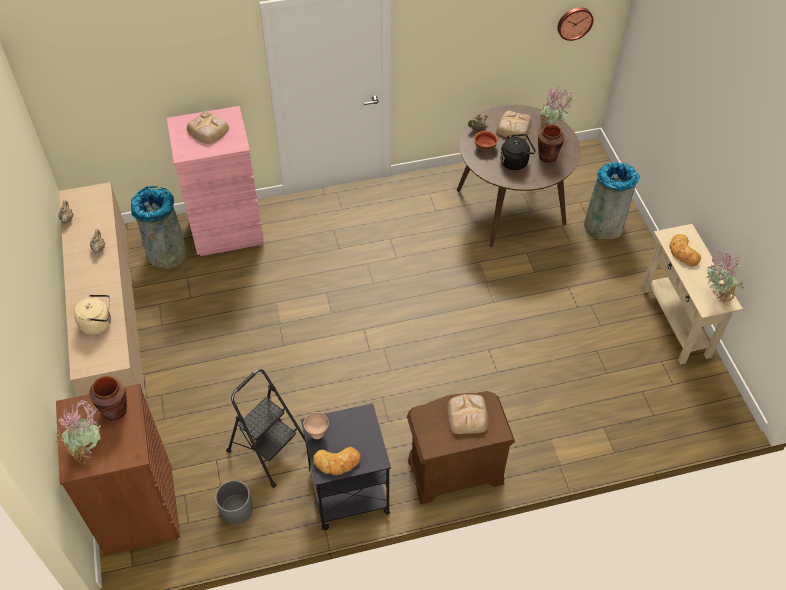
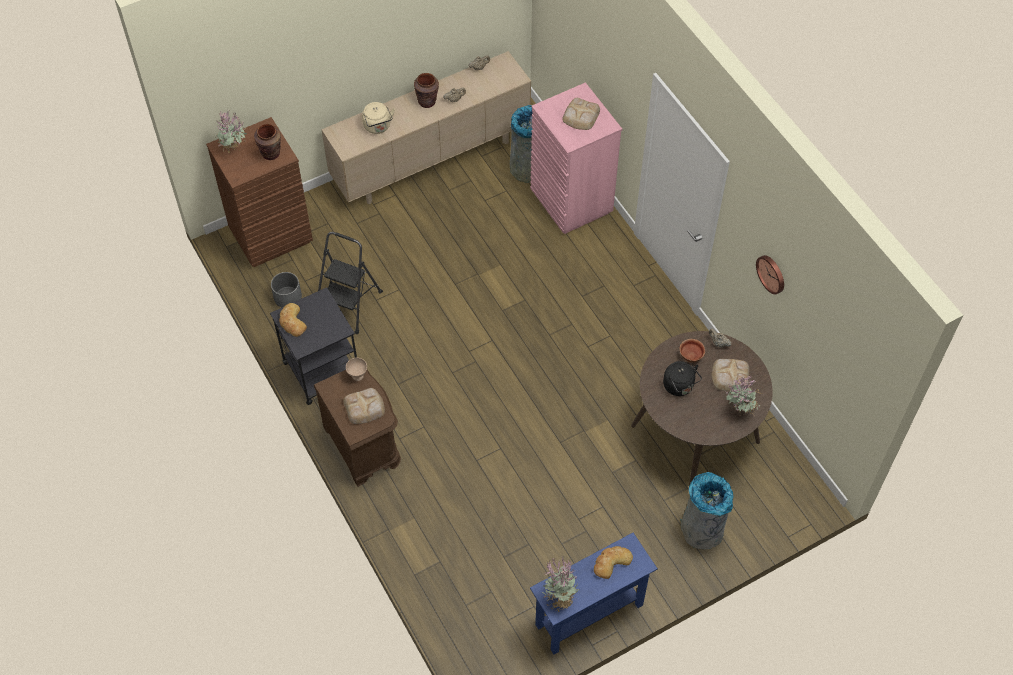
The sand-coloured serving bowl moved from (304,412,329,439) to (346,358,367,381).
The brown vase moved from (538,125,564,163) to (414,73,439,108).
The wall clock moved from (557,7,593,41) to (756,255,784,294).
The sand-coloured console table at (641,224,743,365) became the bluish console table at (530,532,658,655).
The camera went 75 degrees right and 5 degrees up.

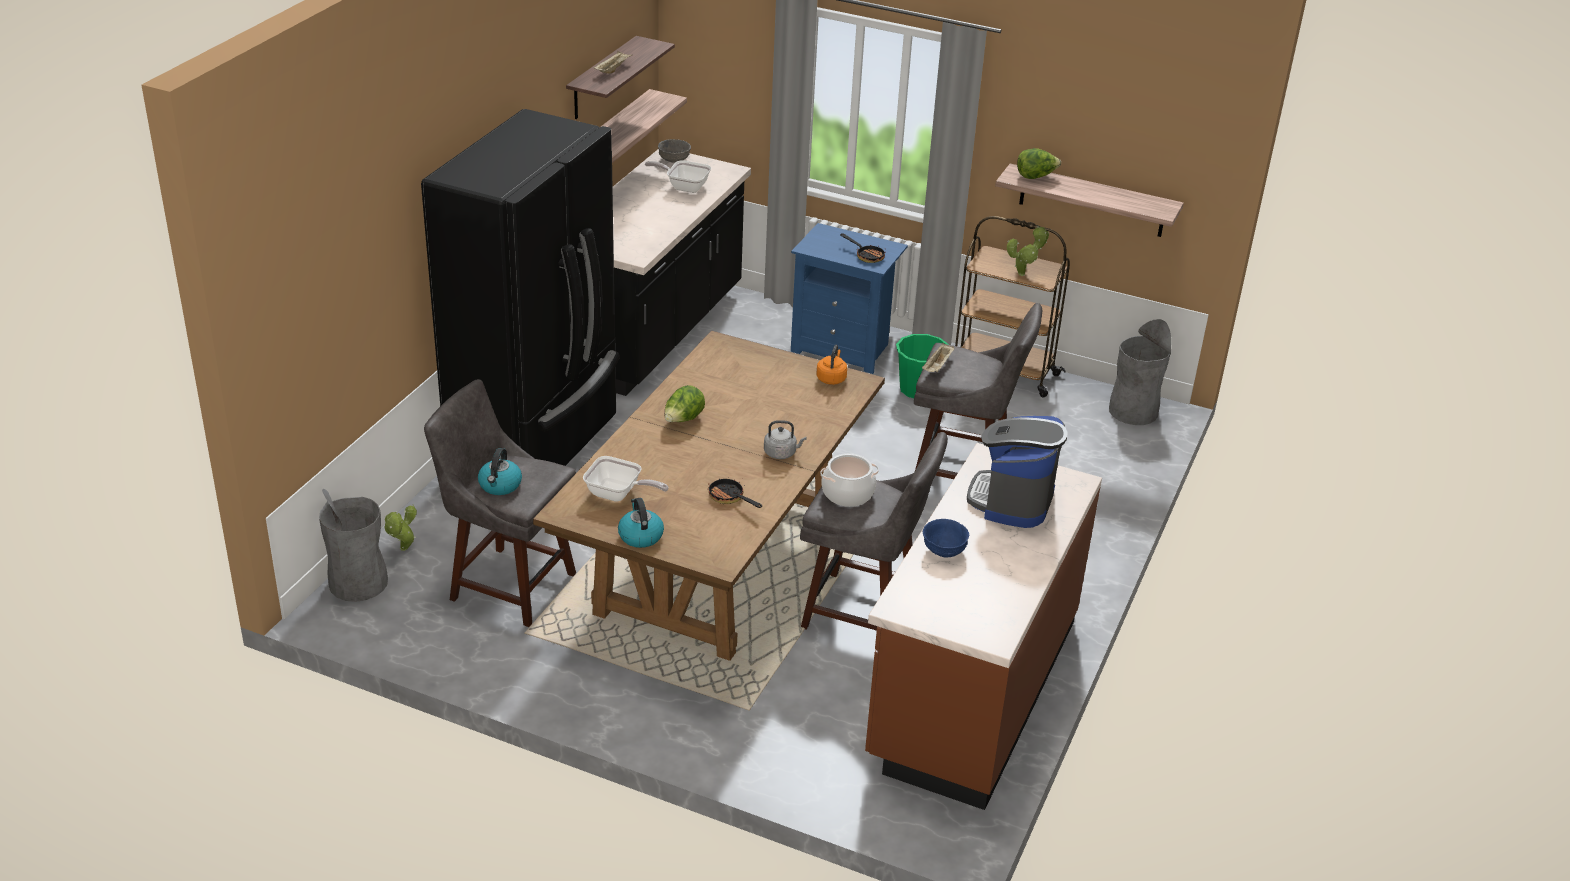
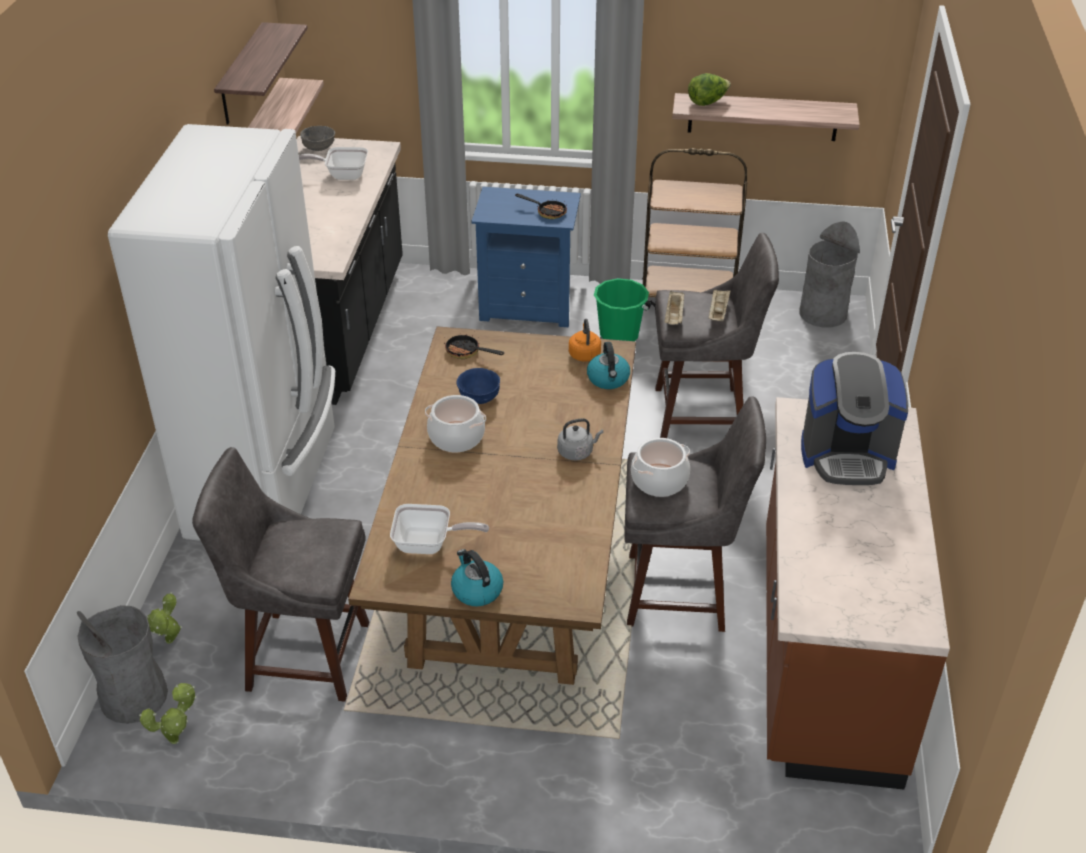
The kettle moved from (478,448,522,495) to (587,342,630,389).
The sand-coloured serving tray moved from (594,51,632,74) to (708,289,731,321).
The frying pan moved from (708,478,762,508) to (444,333,504,359).
The bluish serving bowl moved from (923,519,970,558) to (456,368,500,404).
The houseplant moved from (1007,226,1049,276) to (139,683,196,744).
The lettuce head at (665,385,705,422) was replaced by the stockpot at (425,395,486,452).
The blackish refrigerator at (421,109,620,466) became the white refrigerator at (108,124,335,541).
The coffee brewer at (967,416,1068,528) turned 90 degrees counterclockwise.
The camera went 15 degrees left and 5 degrees up.

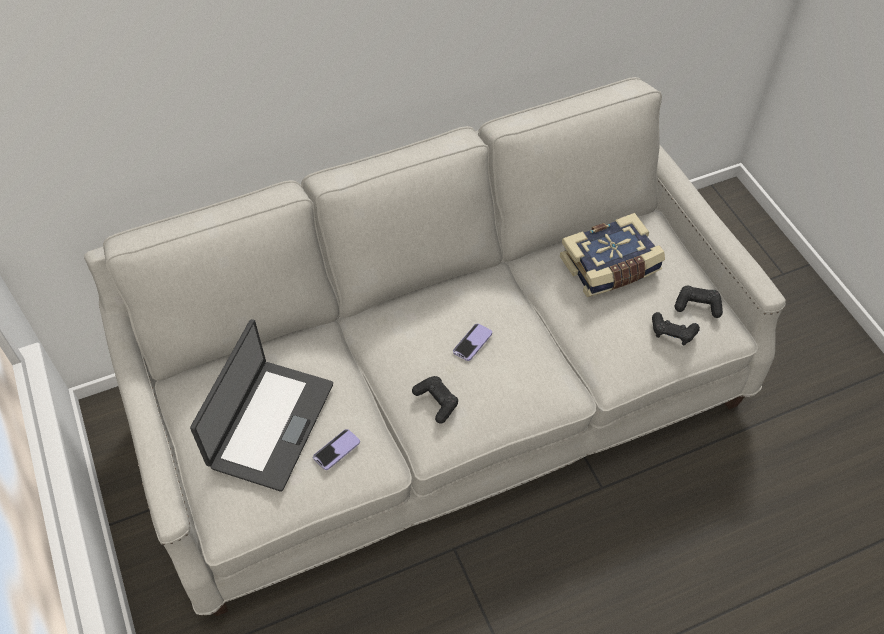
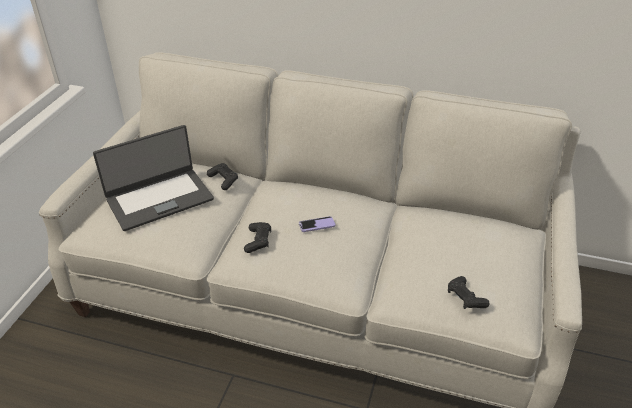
The handset at (313,429,360,470) disappeared.
The book at (560,213,665,297) disappeared.
The blackish gamepad moved from (675,286,723,318) to (207,163,238,190).
The camera went 40 degrees right and 15 degrees down.

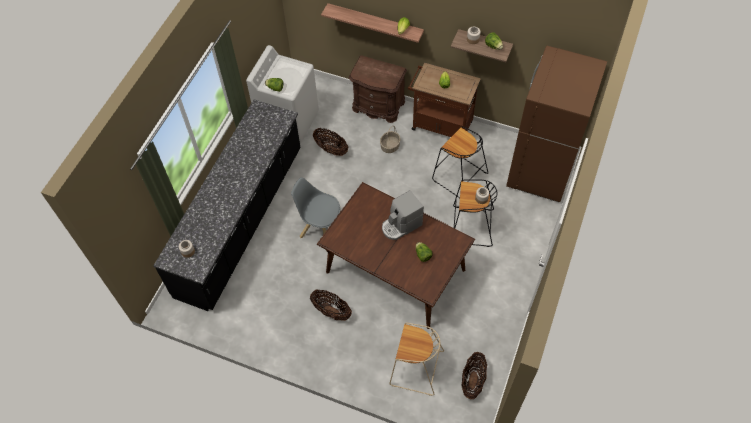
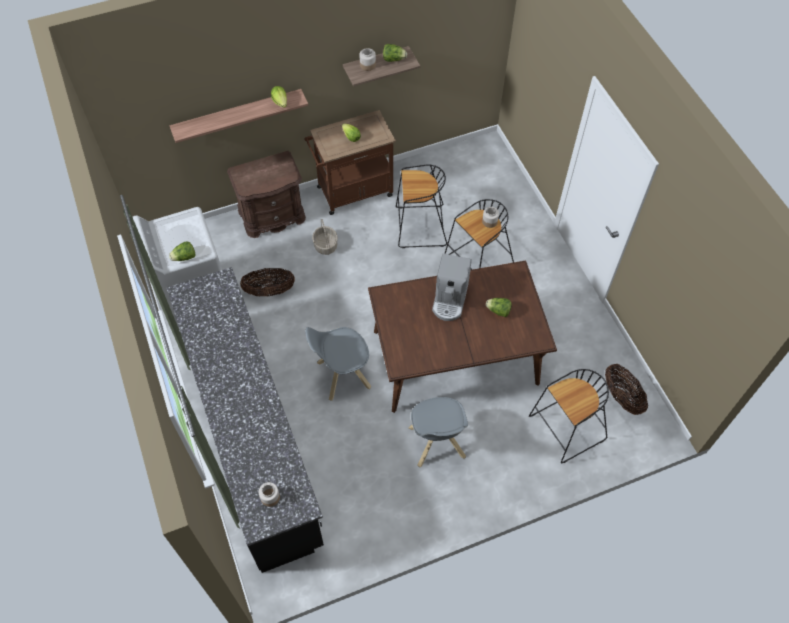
The brown refrigerator at (506,46,607,202) disappeared.
The storage basket at (310,290,352,321) was replaced by the grey plain chair at (409,397,468,468).
The sand-coloured sitting stool at (389,323,444,396) became the blackish sitting stool at (529,369,609,463).
The camera went 45 degrees left and 0 degrees up.

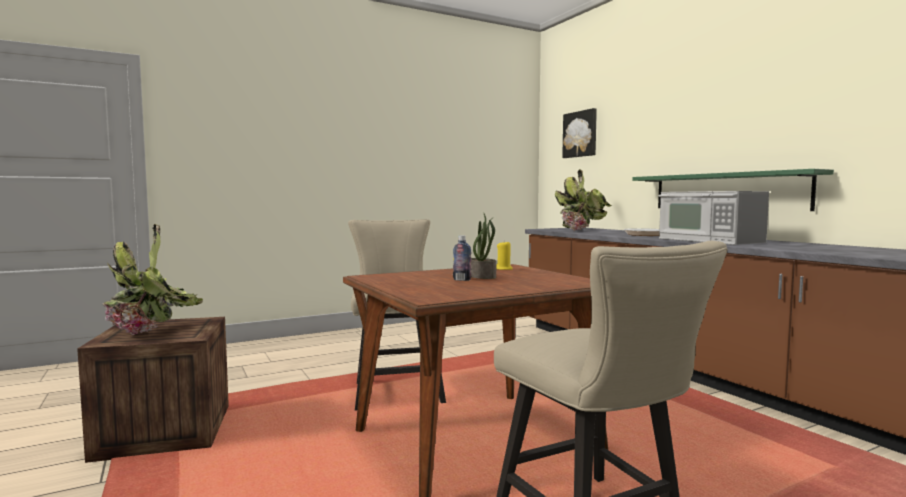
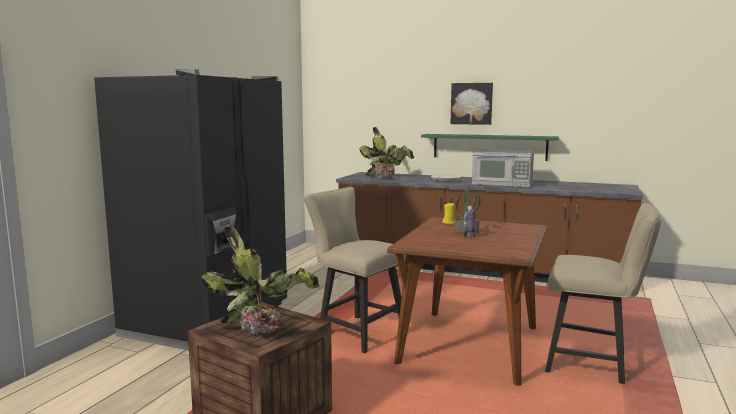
The blackish refrigerator at (94,69,287,351) appeared.
The picture moved from (562,108,597,158) to (451,83,493,125).
The camera went 40 degrees left and 5 degrees up.

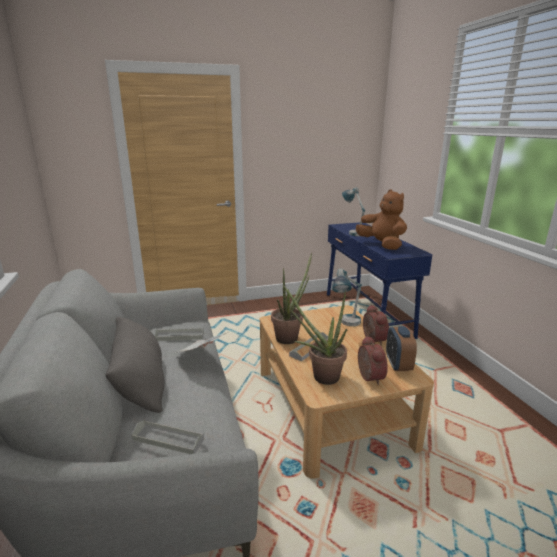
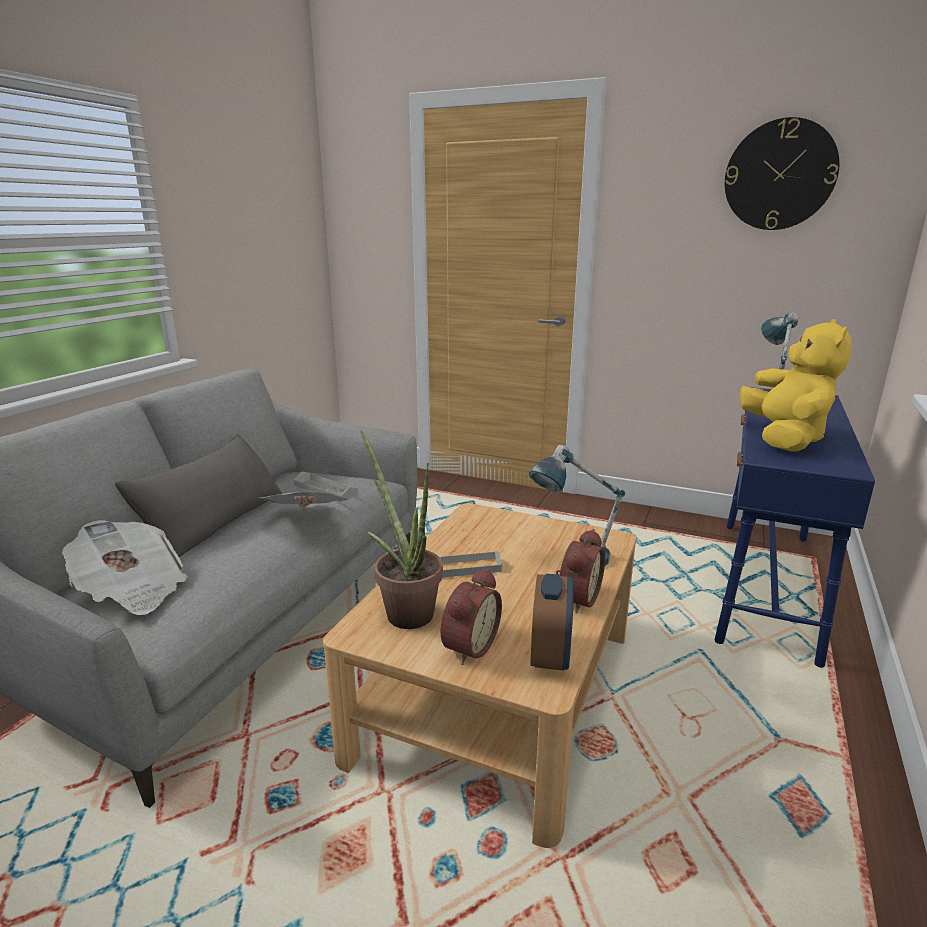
The houseplant at (271,252,312,344) disappeared.
The wall clock at (725,117,839,230) appeared.
The grey serving tray at (131,420,204,454) was replaced by the newspaper at (62,520,187,615).
The brown soft toy at (356,189,407,250) became the yellow soft toy at (740,319,852,452).
The bedside clock at (386,326,417,371) turned 150 degrees clockwise.
The camera went 40 degrees right and 0 degrees up.

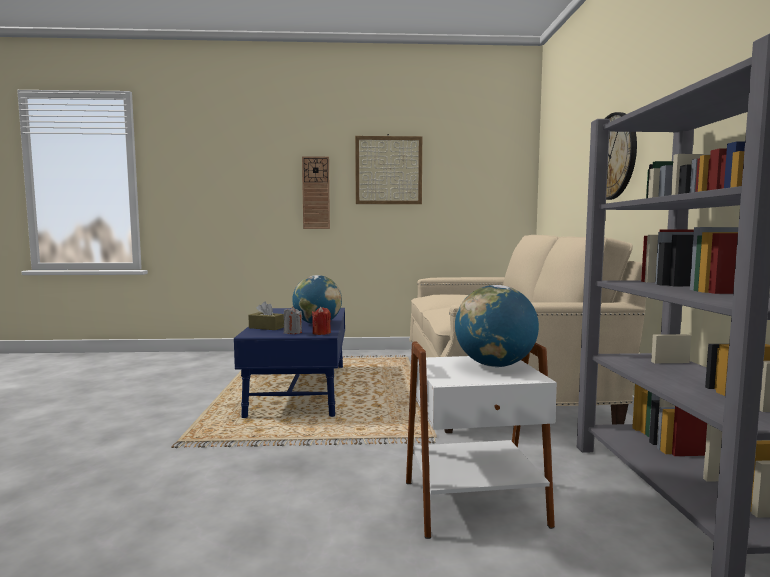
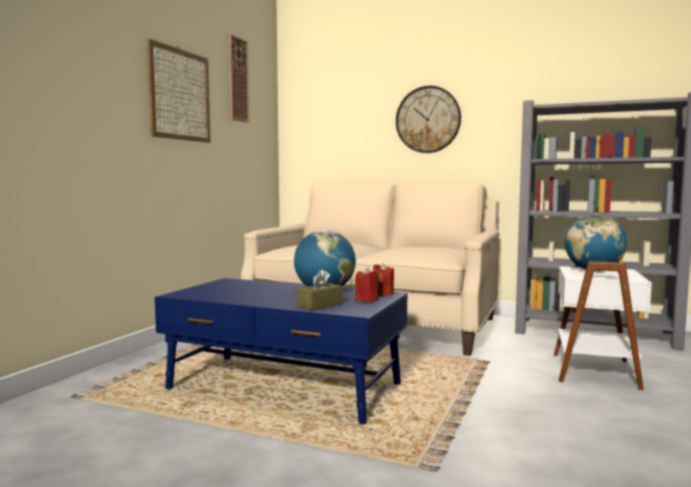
The wall clock moved from (302,156,330,229) to (229,34,249,123).
The grey wax candle at (284,307,302,334) became the red wax candle at (355,267,379,302).
The camera went 65 degrees left and 0 degrees up.

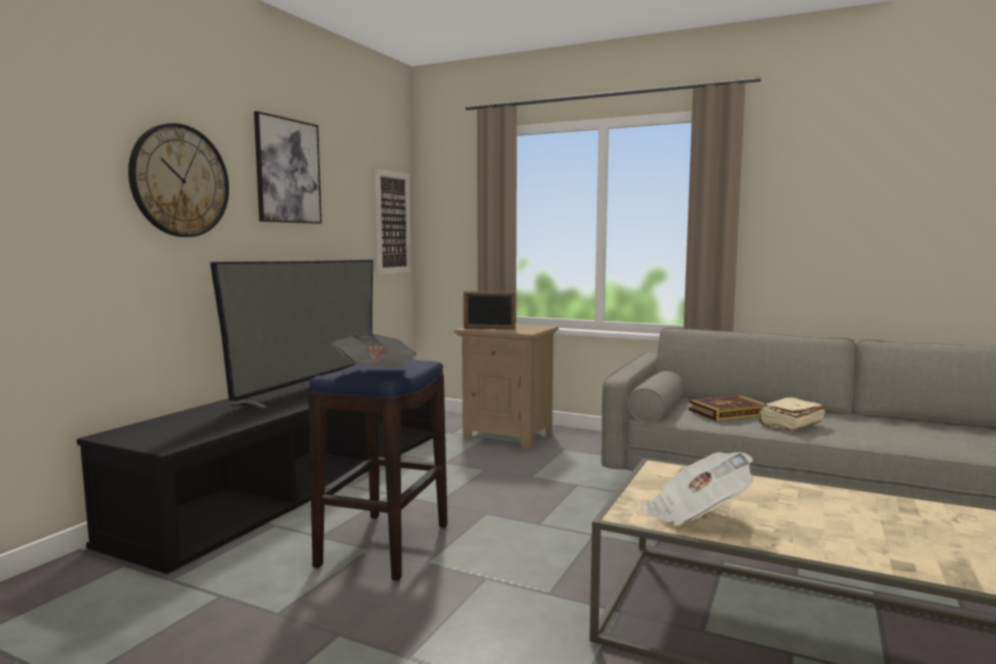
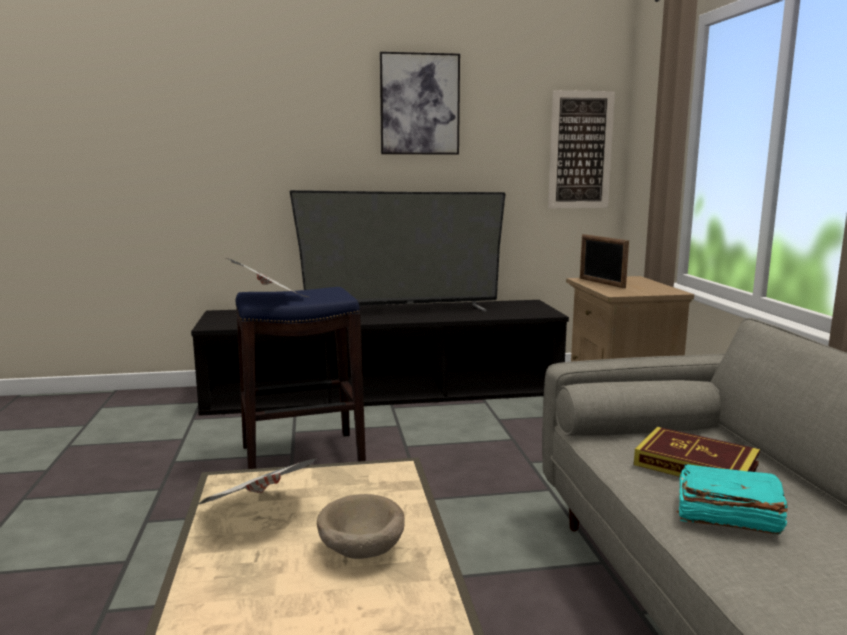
The wall clock at (128,123,229,237) disappeared.
The sand-coloured serving bowl at (317,494,405,559) appeared.
The sand-coloured book at (759,397,825,432) became the turquoise book at (676,464,788,535).
The camera went 55 degrees right and 5 degrees up.

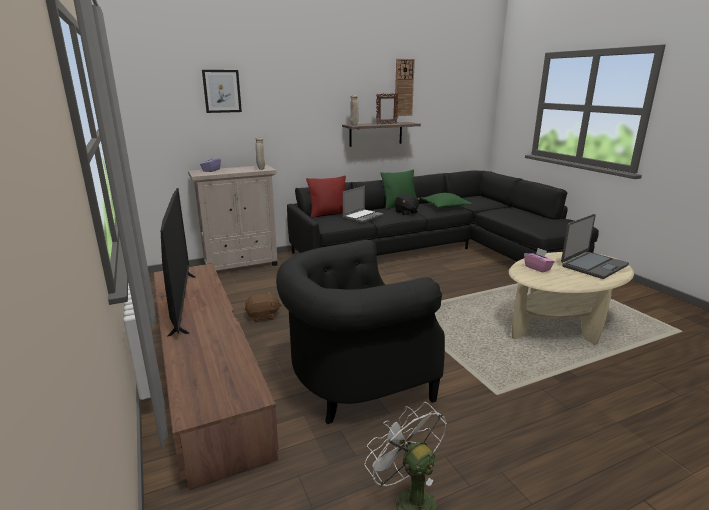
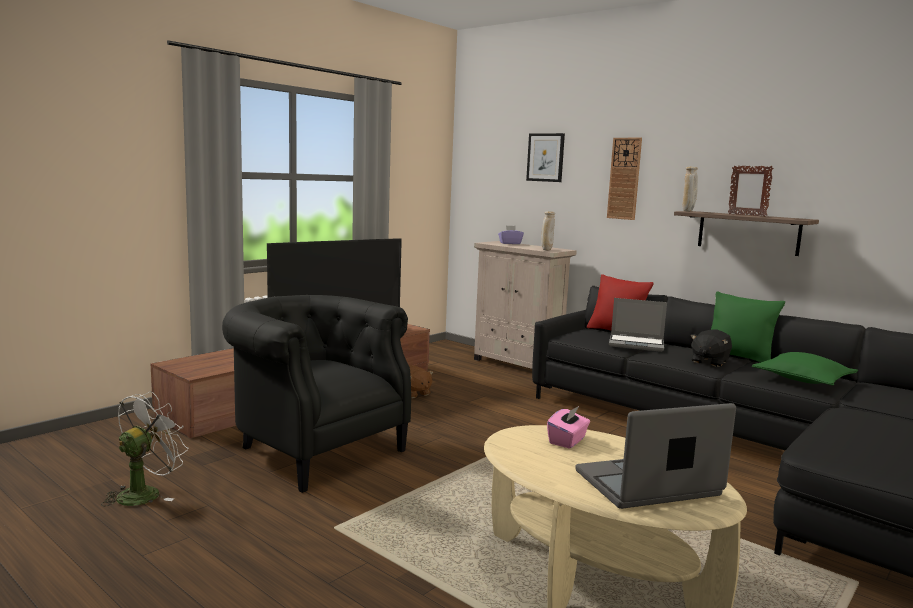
The wall clock moved from (395,59,415,116) to (607,138,642,220).
The portable computer at (561,214,629,279) turned 135 degrees clockwise.
The camera went 65 degrees right and 10 degrees down.

